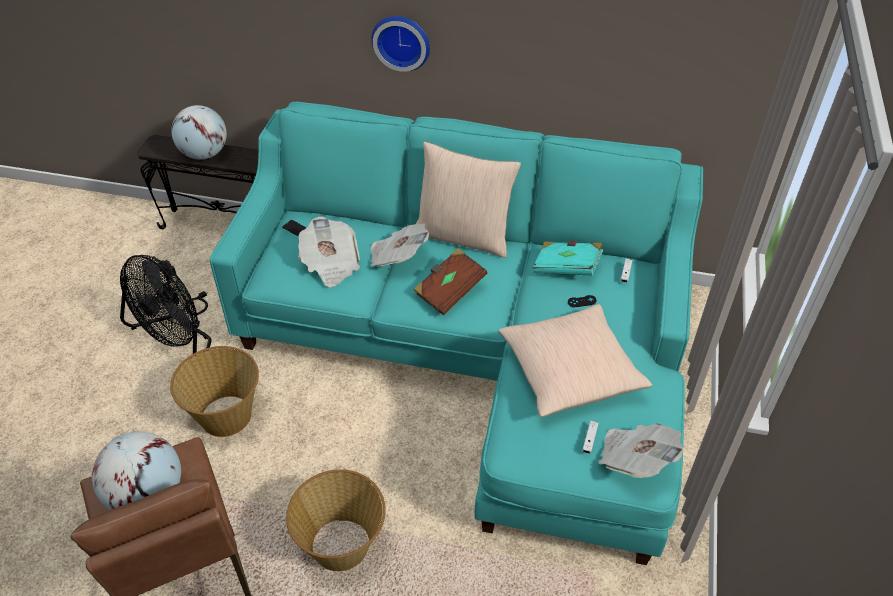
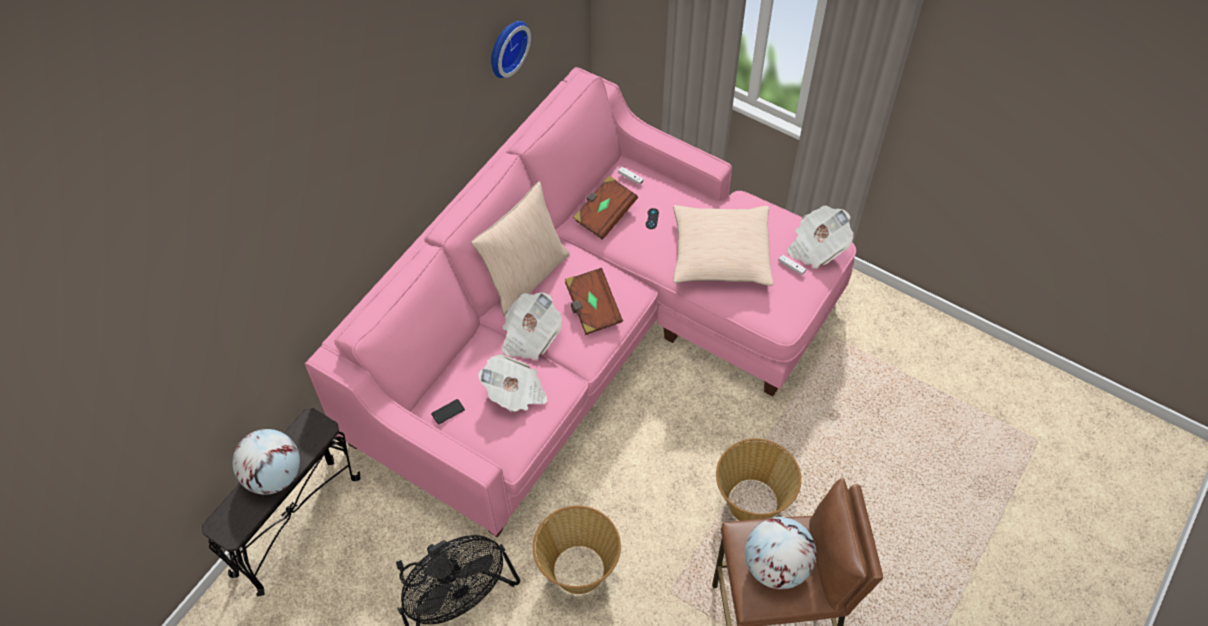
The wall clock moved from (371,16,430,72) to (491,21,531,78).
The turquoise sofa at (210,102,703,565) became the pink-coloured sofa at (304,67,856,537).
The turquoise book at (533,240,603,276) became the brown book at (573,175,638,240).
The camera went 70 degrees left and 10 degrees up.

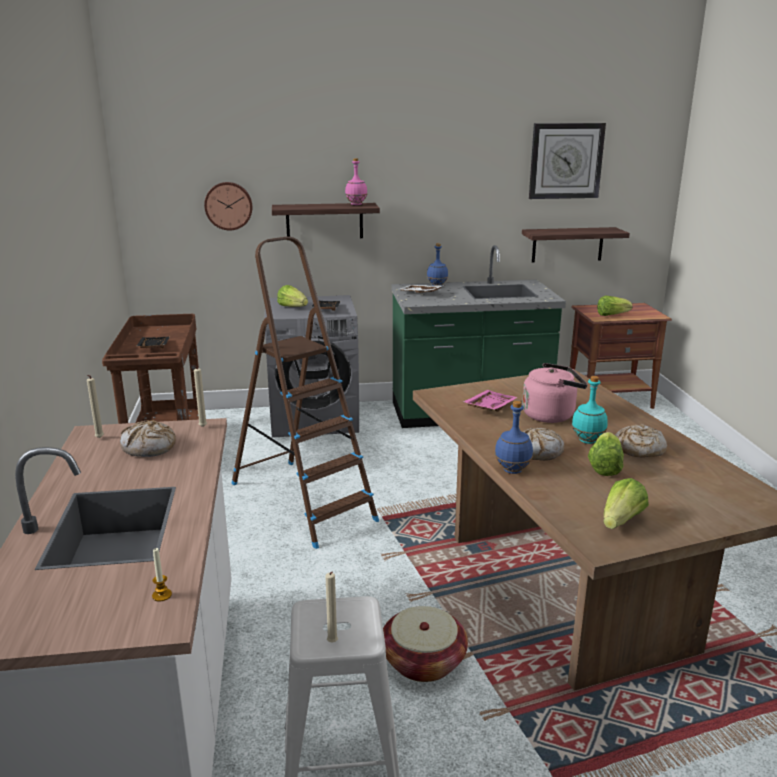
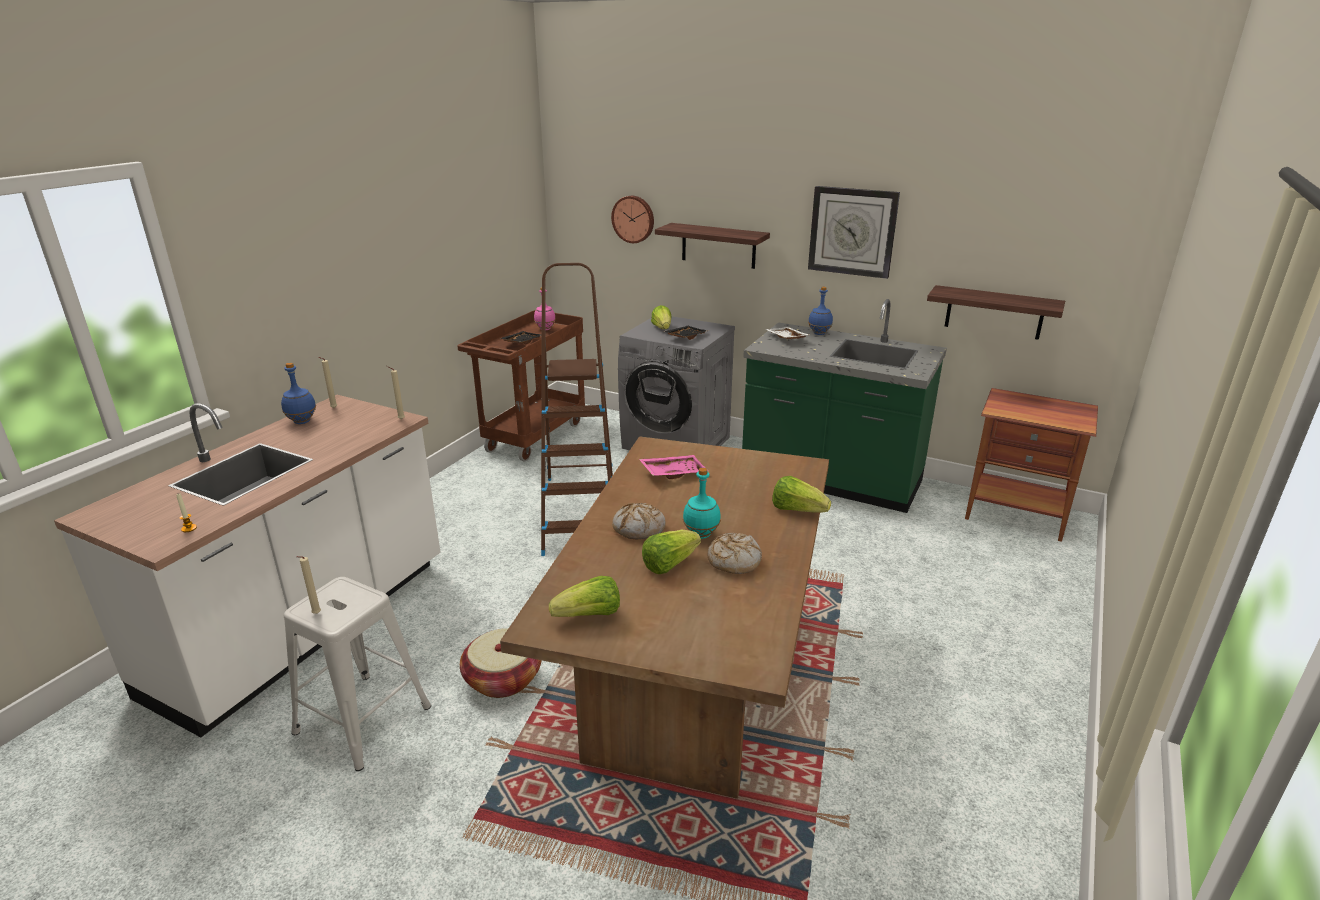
The bread at (120,420,176,457) disappeared.
The pink-coloured kettle at (522,363,588,423) disappeared.
The pink-coloured drink bottle moved from (345,158,368,205) to (534,287,556,330).
The bluish drink bottle moved from (495,401,533,474) to (281,362,316,424).
The wall clock moved from (529,123,606,199) to (808,186,900,279).
The lettuce head moved from (597,296,633,316) to (772,476,831,513).
The camera went 35 degrees right and 5 degrees up.

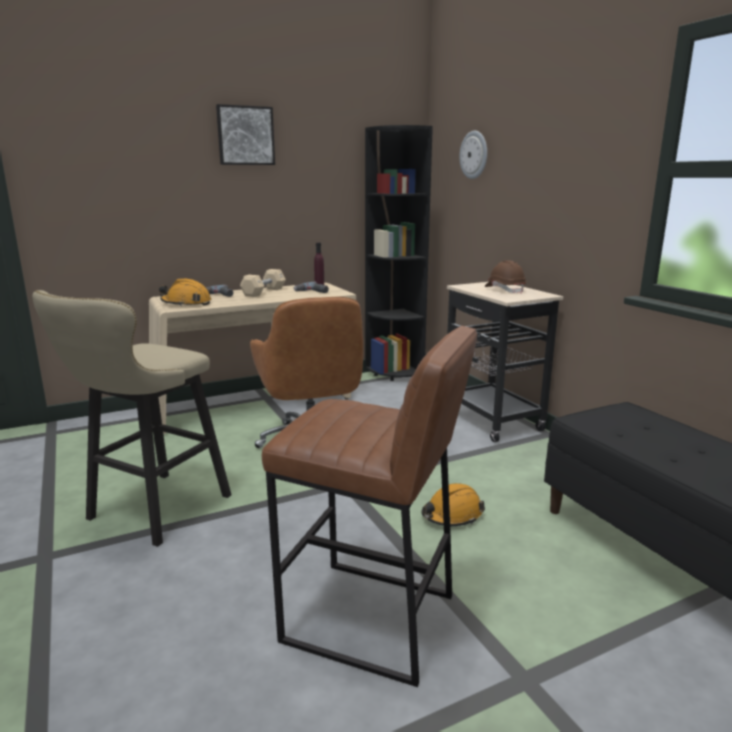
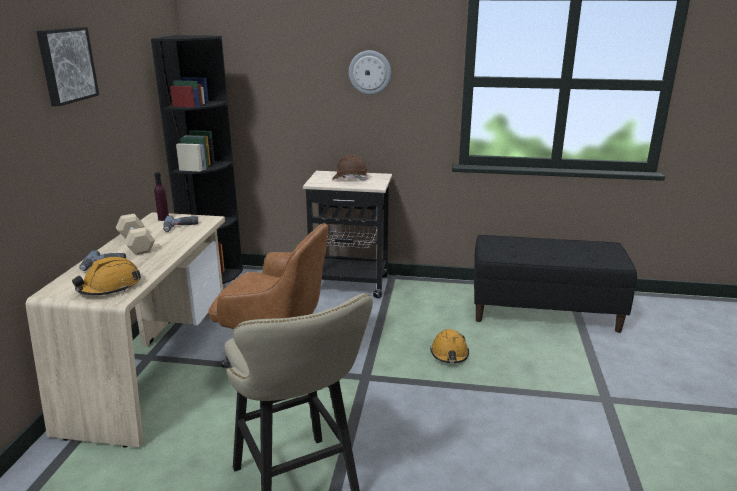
The brown sitting stool at (262,326,477,687) disappeared.
The wall clock moved from (459,131,487,179) to (349,50,391,95).
The camera went 55 degrees left and 5 degrees up.

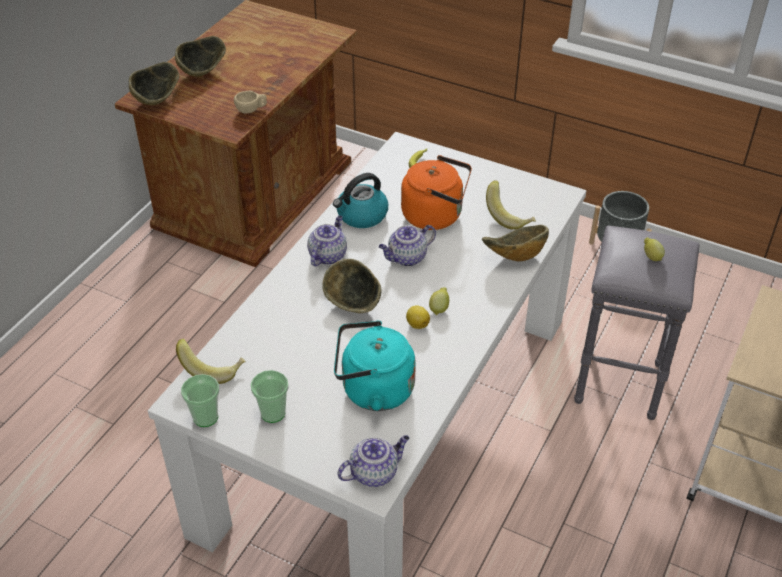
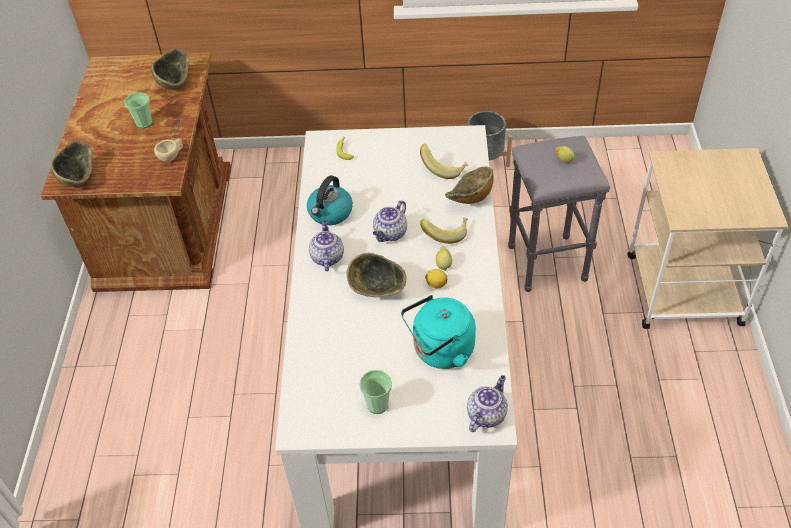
The orangey kettle at (401,155,472,230) disappeared.
The serving bowl moved from (175,36,226,77) to (151,48,190,89).
The banana fruit moved from (176,339,246,384) to (420,217,468,244).
The drinking cup moved from (181,374,219,427) to (124,93,152,128).
The camera went 25 degrees left and 5 degrees up.

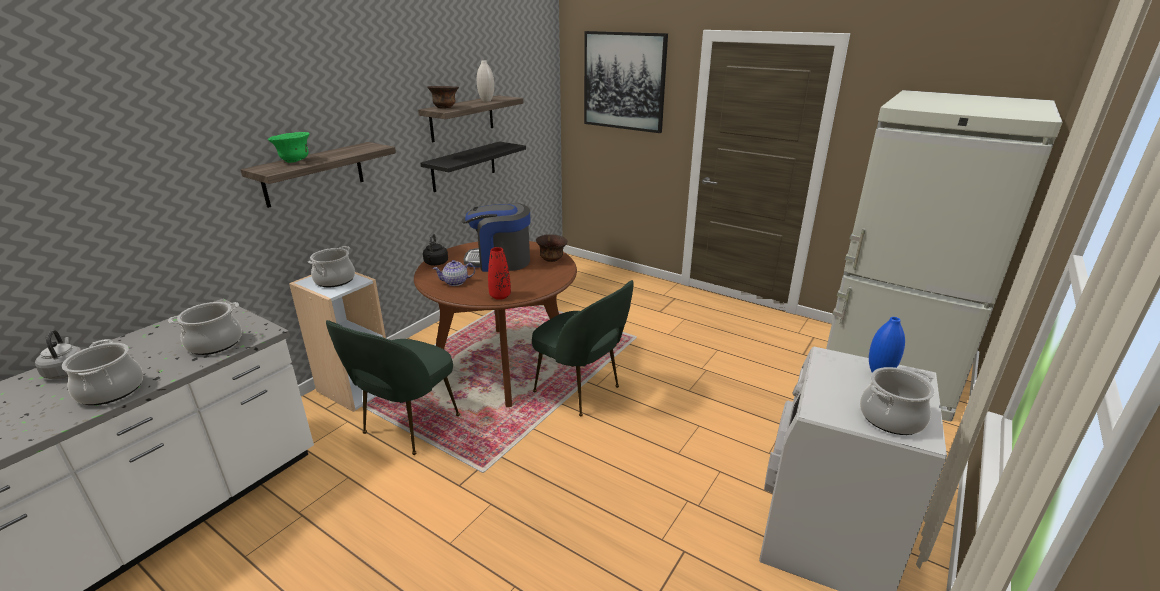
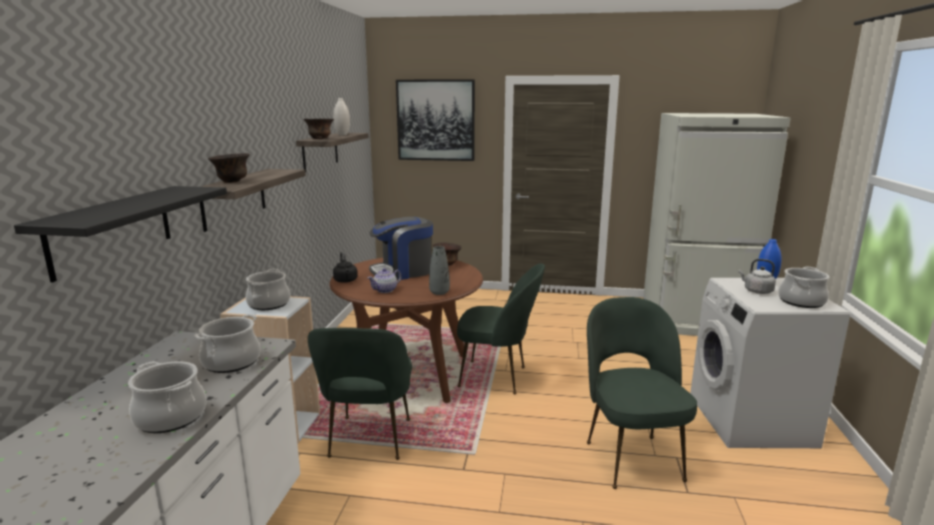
The green-coloured plain chair at (587,297,697,489) appeared.
The grey kettle moved from (35,330,81,379) to (739,259,776,294).
The blackish bracket shelf moved from (421,141,526,192) to (14,186,227,283).
The green-coloured serving bowl at (268,132,310,163) became the brown serving bowl at (208,153,250,183).
The red vase at (488,247,511,300) became the grey vase at (429,246,450,295).
The camera went 25 degrees left and 10 degrees down.

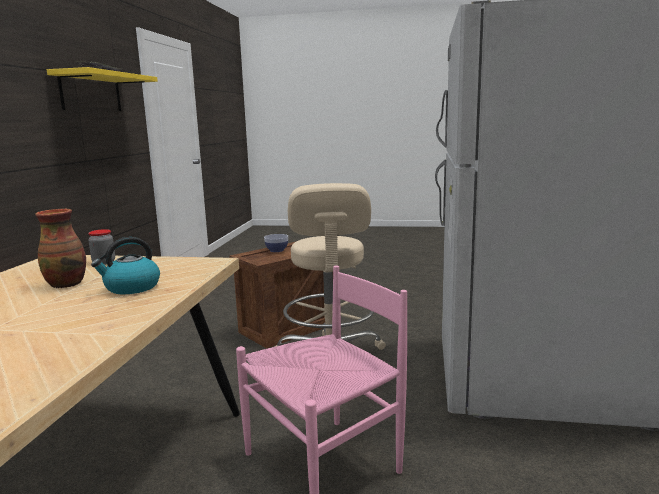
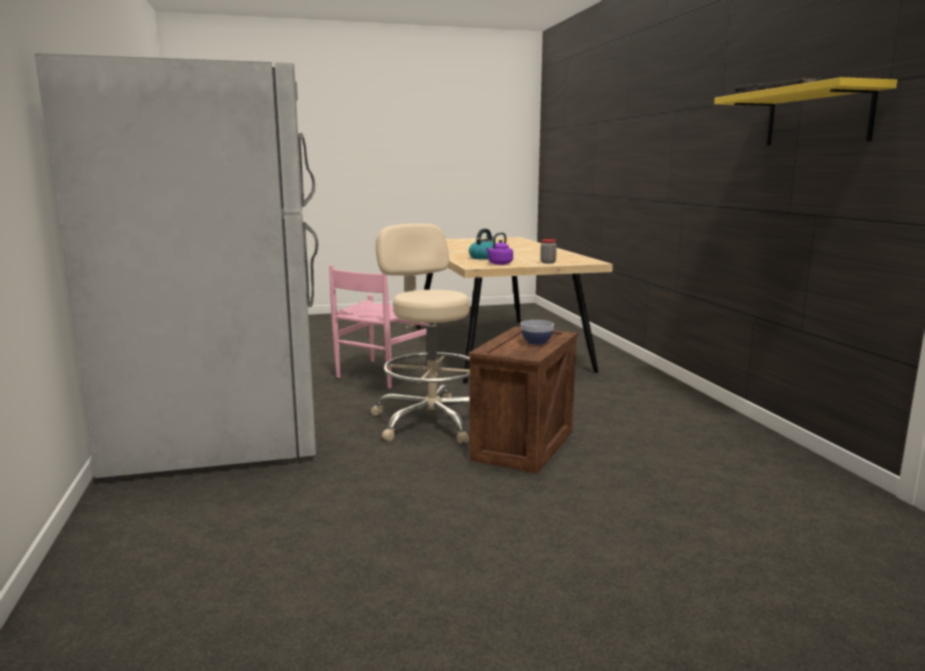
The vase at (35,209,86,288) disappeared.
The purplish kettle at (486,232,513,265) appeared.
The camera went 155 degrees right and 0 degrees up.

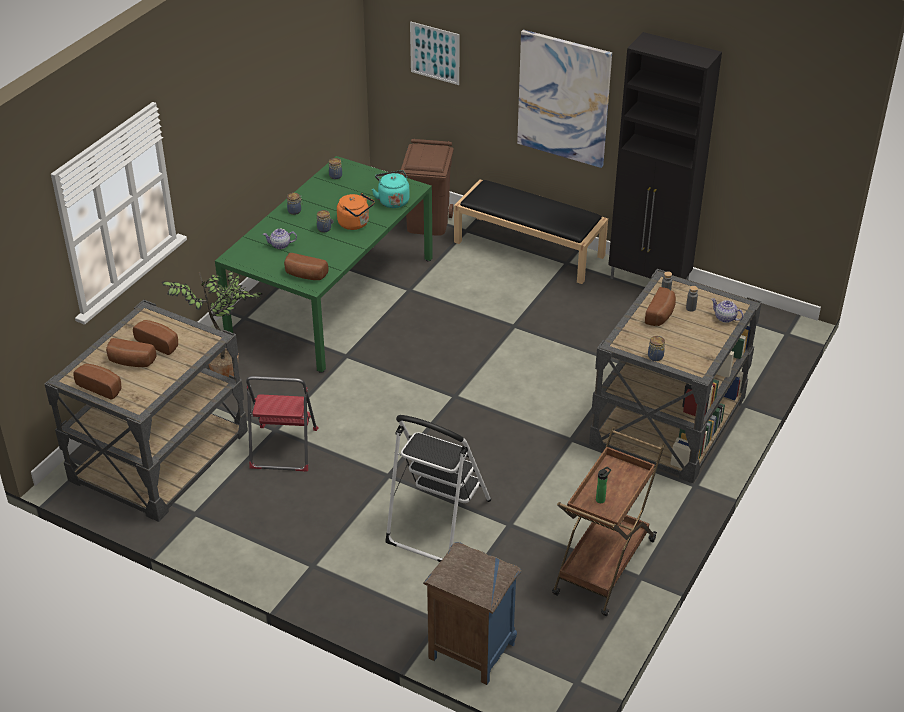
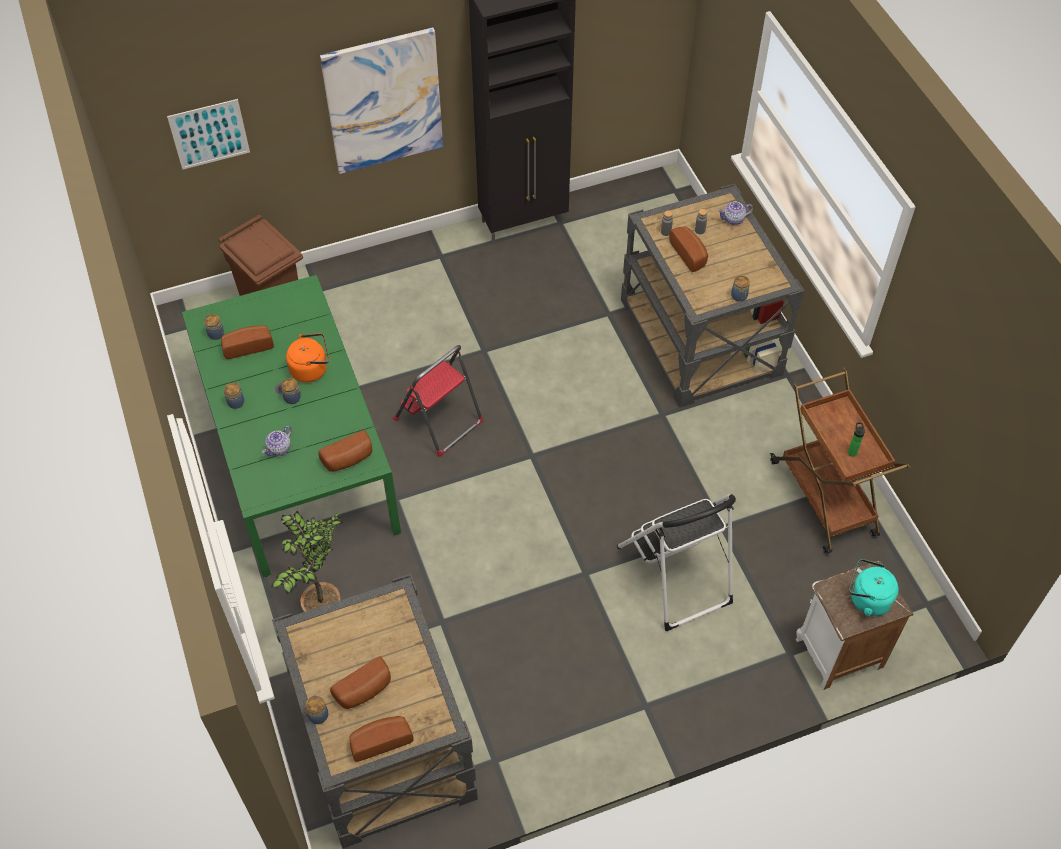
The blackish long seat at (454,180,608,284) disappeared.
The storage jar at (305,694,328,724) appeared.
The bread moved from (133,320,178,355) to (221,325,274,359).
The red step ladder moved from (246,376,319,472) to (392,345,484,457).
The turquoise kettle moved from (372,170,410,208) to (849,559,899,616).
The bluish nightstand at (423,542,521,685) became the white nightstand at (796,561,914,690).
The camera went 50 degrees left and 15 degrees up.

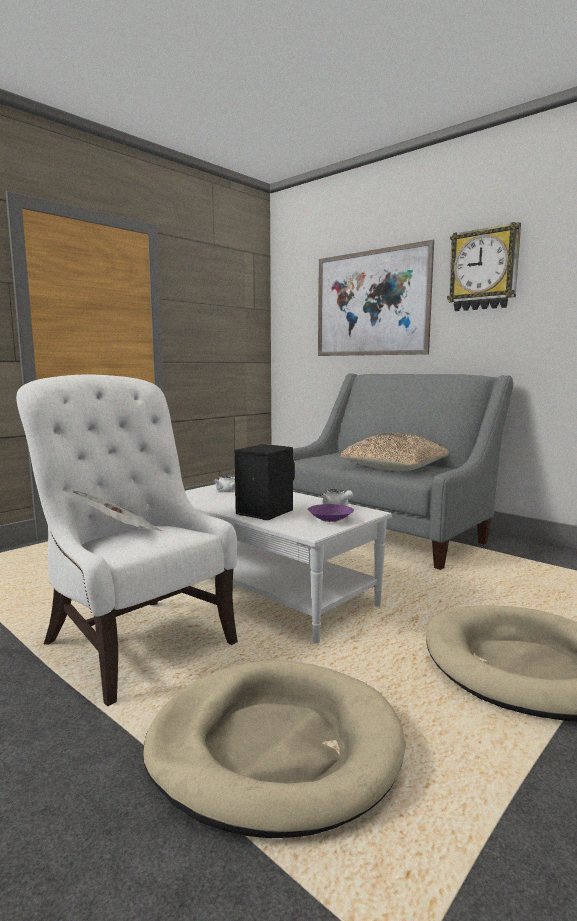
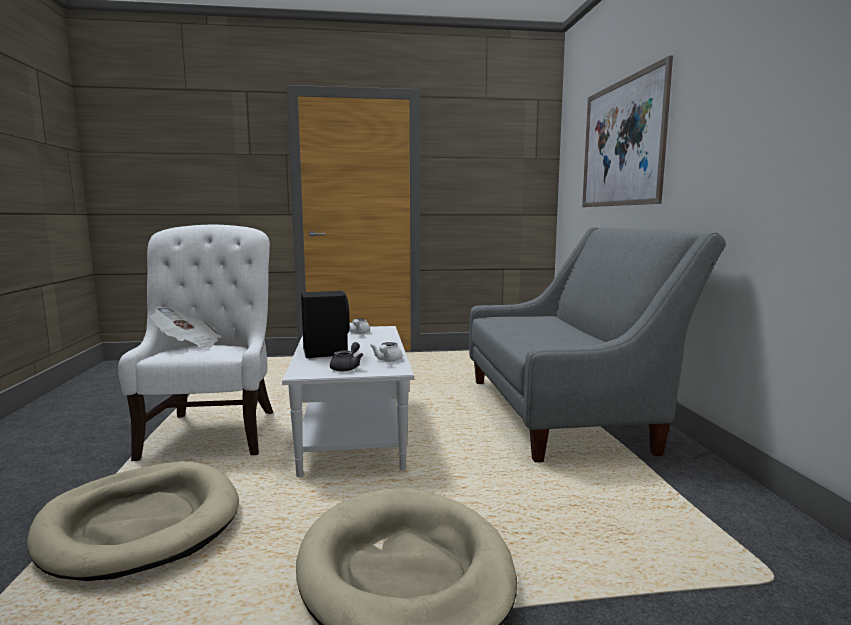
The sand-coloured throw pillow at (340,433,449,471) disappeared.
The wall clock at (447,222,521,311) disappeared.
The purplish serving bowl at (307,504,354,522) was replaced by the grey teapot at (330,342,363,371).
The camera went 40 degrees right and 0 degrees up.

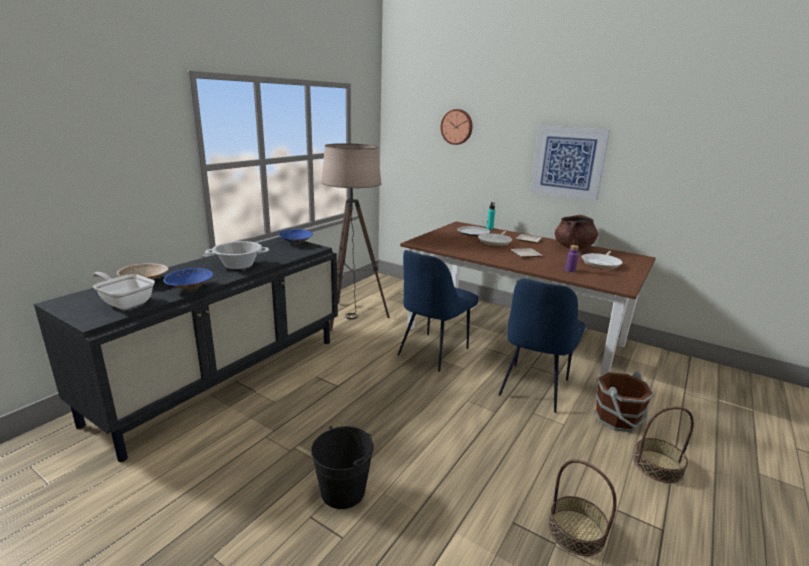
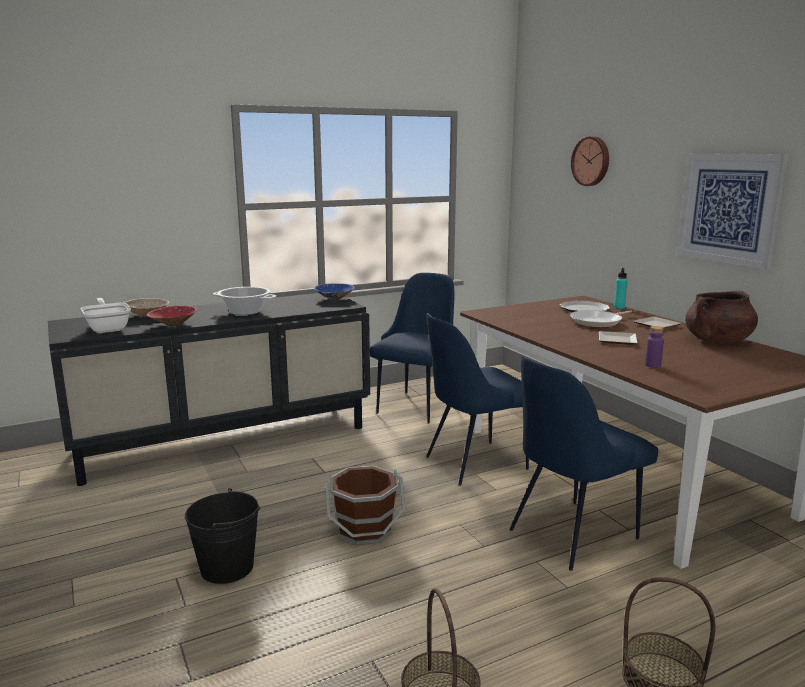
The frying pan at (582,251,623,269) disappeared.
The brown water bucket moved from (595,371,654,432) to (325,466,405,545).
The floor lamp at (321,143,390,332) was replaced by the bluish plain chair at (370,273,454,424).
The bluish serving bowl at (163,268,213,290) became the red serving bowl at (147,306,197,326).
The camera went 30 degrees right and 5 degrees down.

